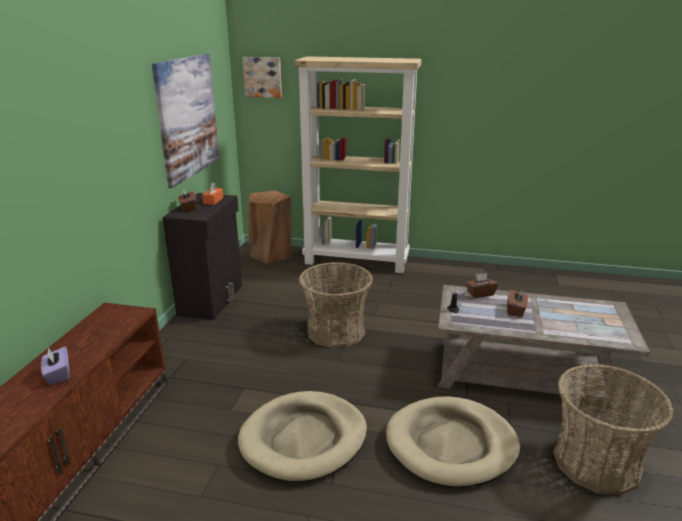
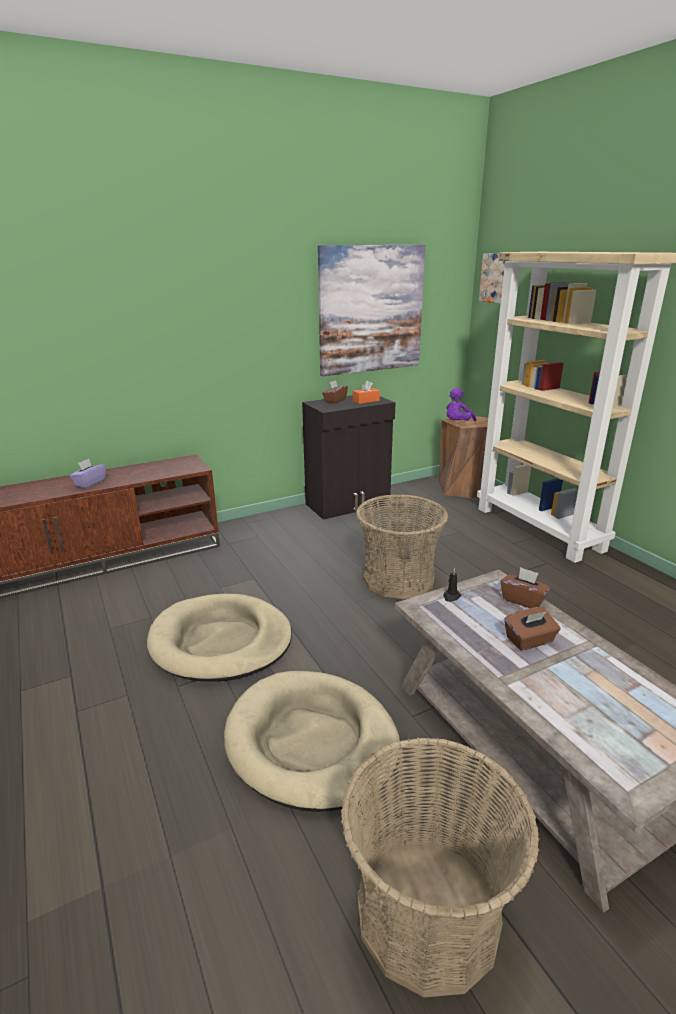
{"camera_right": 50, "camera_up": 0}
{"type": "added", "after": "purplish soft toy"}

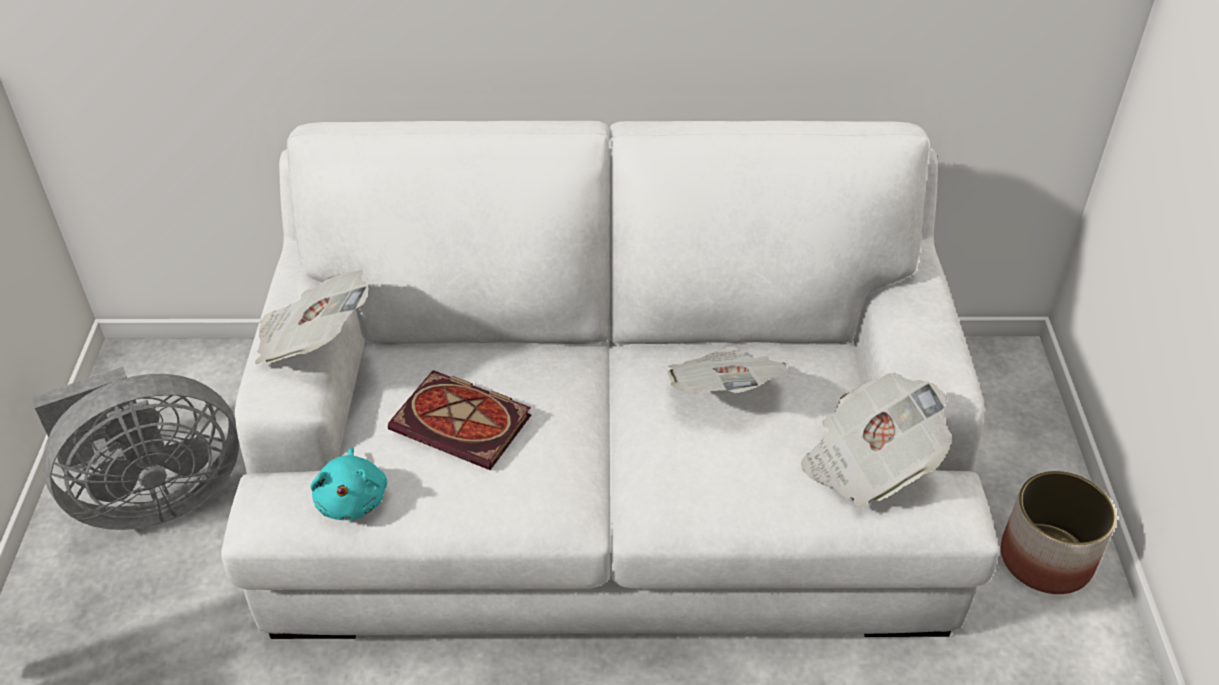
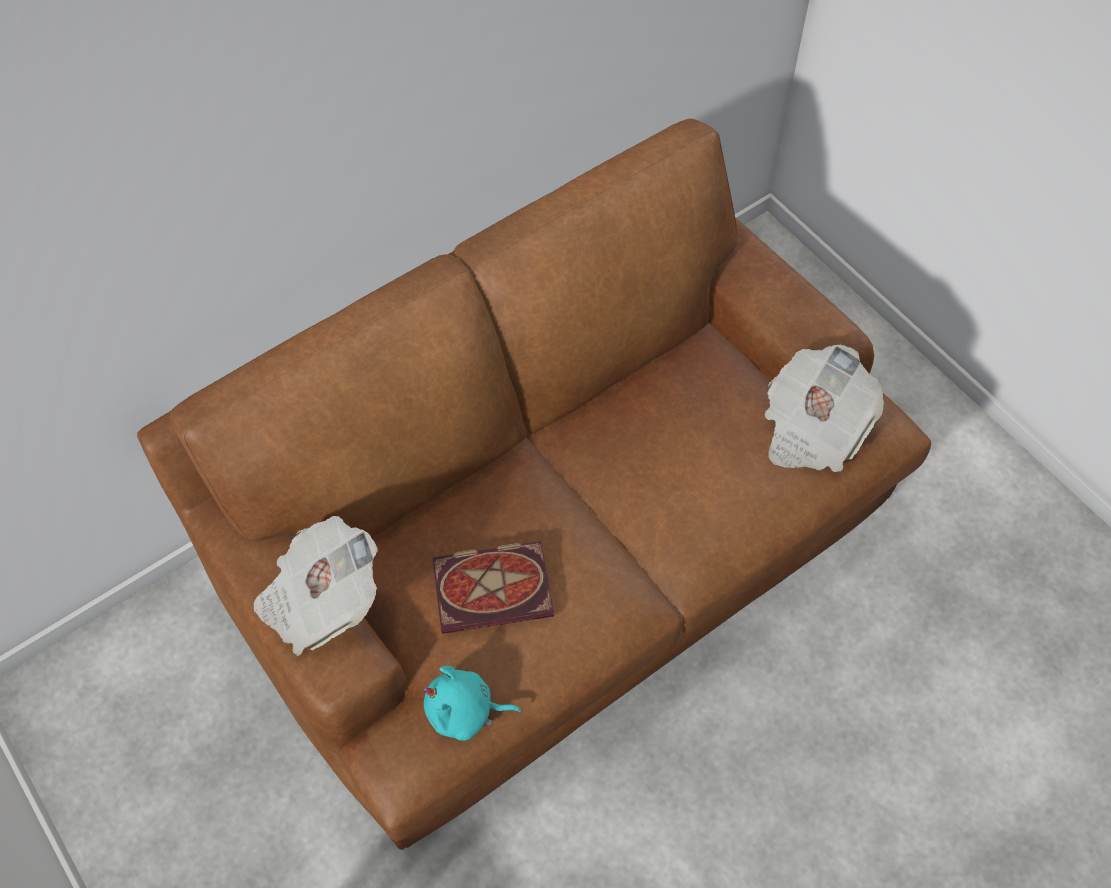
{"camera_right": -35, "camera_up": 15}
{"type": "removed", "before": "grey cooling fan"}
{"type": "removed", "before": "newspaper (2nd from left)"}
{"type": "removed", "before": "planter"}
{"type": "recoloured", "before": "white sofa", "after": "brown sofa"}
{"type": "turned", "before": "turquoise soft toy", "turn": 135}

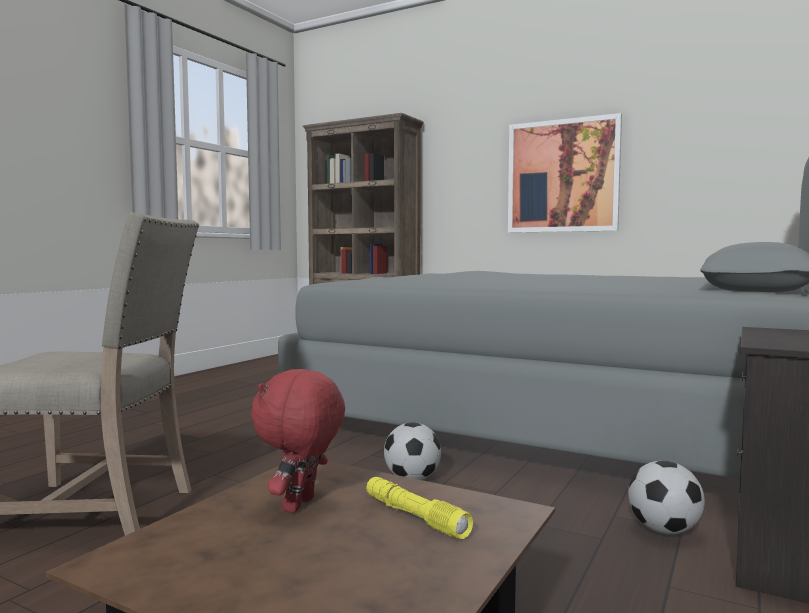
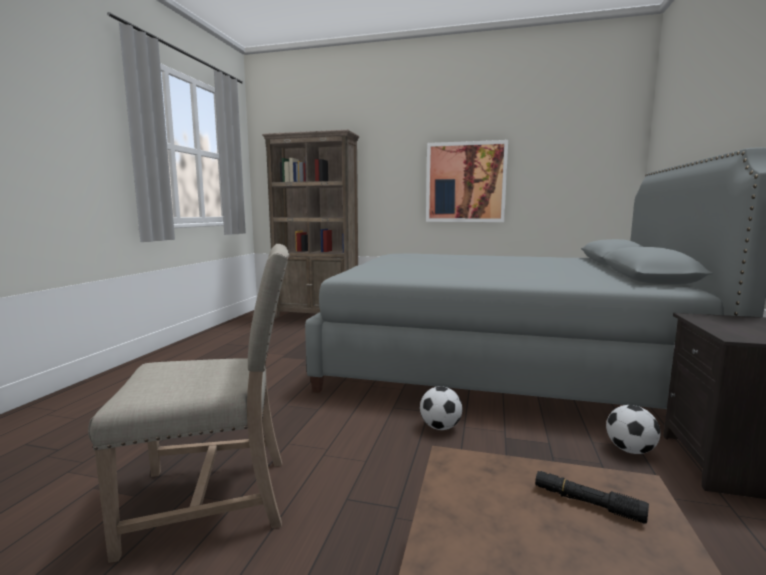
{"camera_right": -15, "camera_up": 5}
{"type": "removed", "before": "red-coloured soft toy"}
{"type": "recoloured", "before": "yellow hand torch", "after": "black hand torch"}

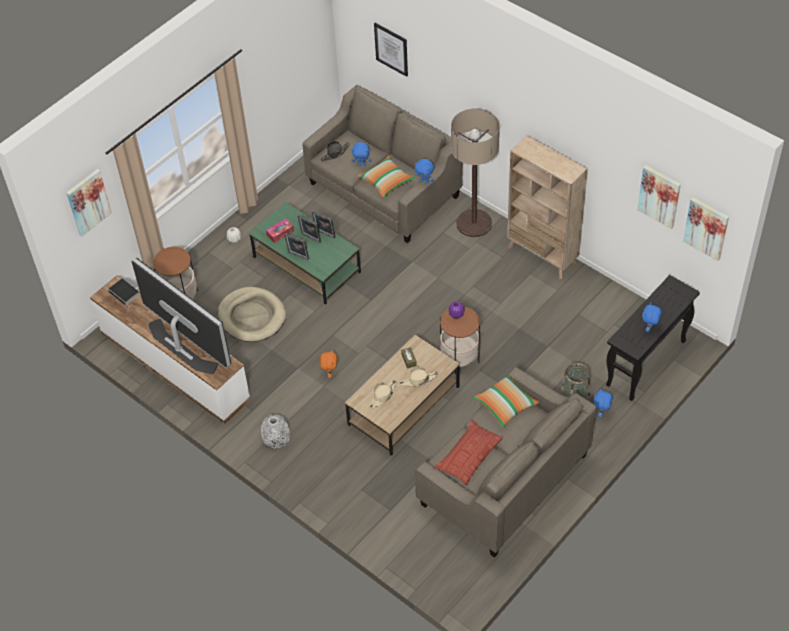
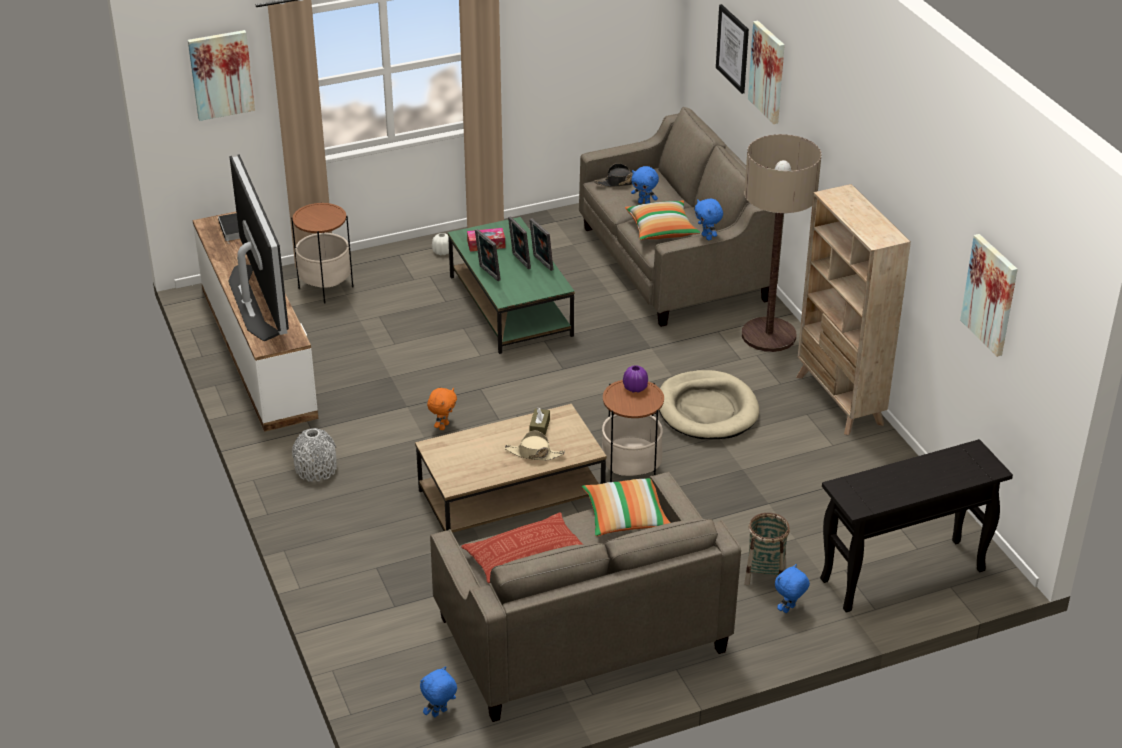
{"camera_right": 25, "camera_up": -15}
{"type": "removed", "before": "beige-coloured hat (1st from left)"}
{"type": "moved", "before": "beige-coloured pet bed"}
{"type": "moved", "before": "blue soft toy (4th from left in the first image)", "after": "blue soft toy (1st from left)"}
{"type": "moved", "before": "wall picture (4th from left in the first image)", "after": "wall picture (3rd from left)"}

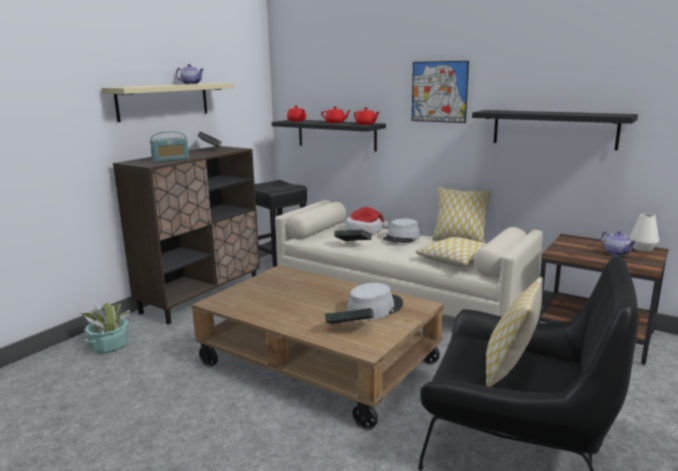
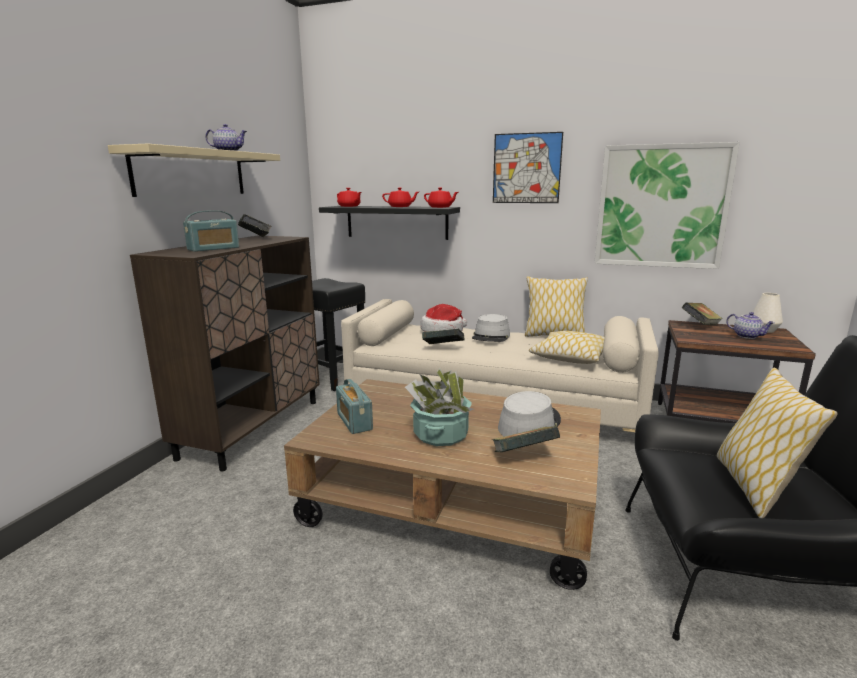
{"camera_right": -15, "camera_up": 0}
{"type": "added", "after": "radio set (2nd from left)"}
{"type": "added", "after": "book (4th from left)"}
{"type": "moved", "before": "plant in a pot"}
{"type": "replaced", "before": "black bracket shelf (2nd from left)", "after": "wall picture (2nd from left)"}

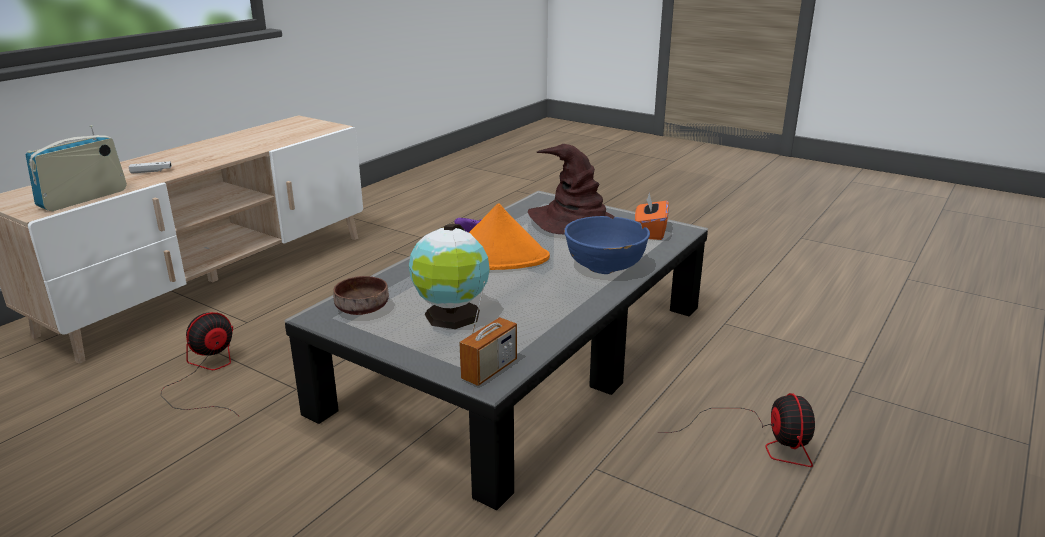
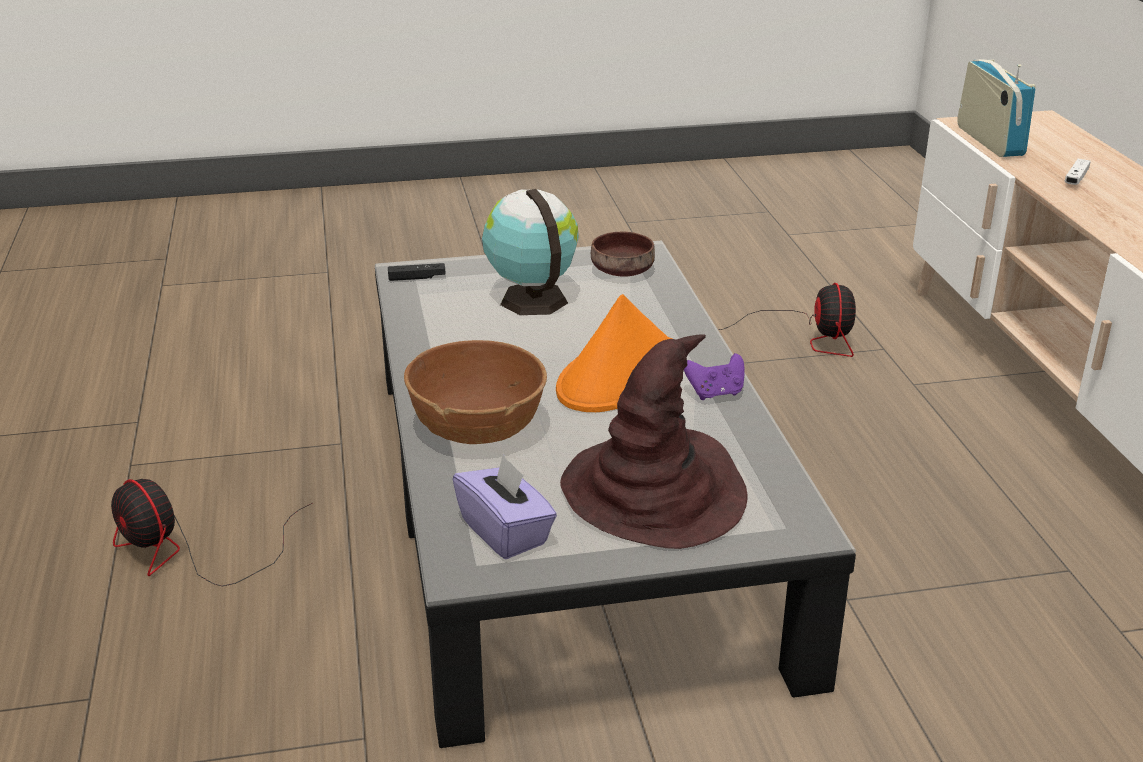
{"camera_right": 135, "camera_up": 5}
{"type": "replaced", "before": "radio set (2nd from left)", "after": "black gamepad"}
{"type": "recoloured", "before": "blue deep dish", "after": "brown deep dish (1st from left)"}
{"type": "recoloured", "before": "orangey tissue holder", "after": "purplish tissue holder"}

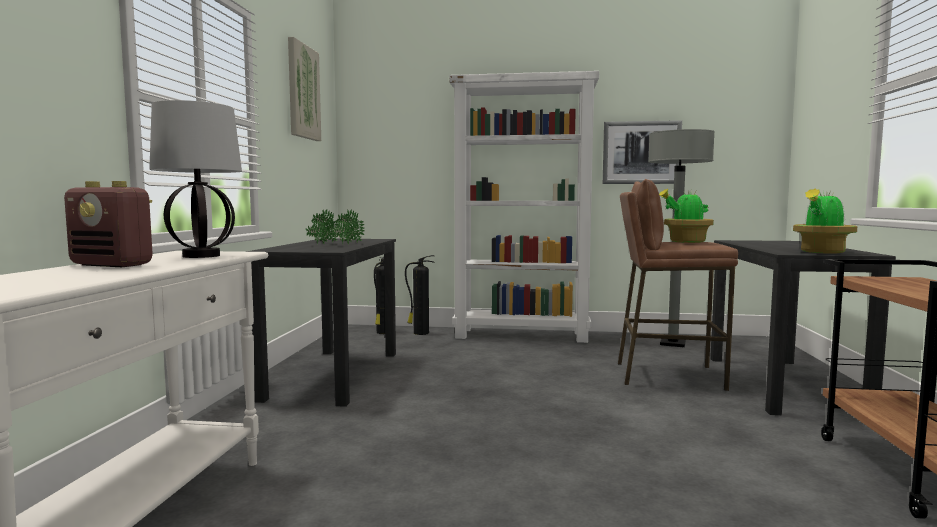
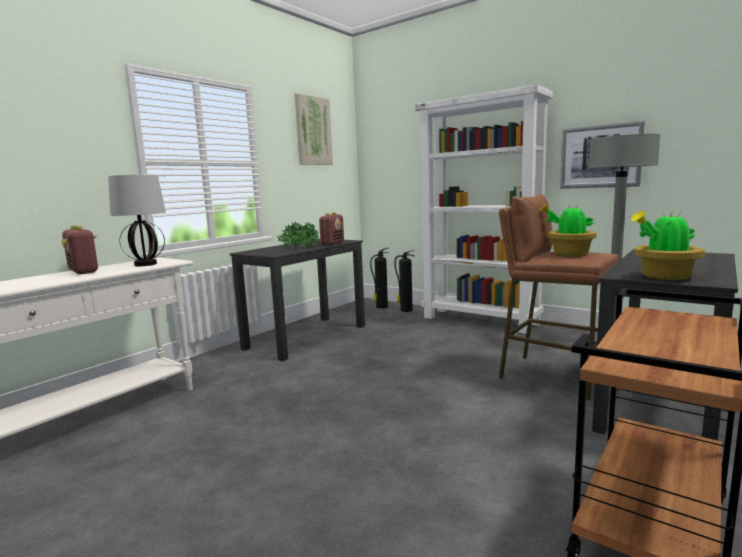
{"camera_right": 30, "camera_up": 5}
{"type": "added", "after": "radio set (2nd from left)"}

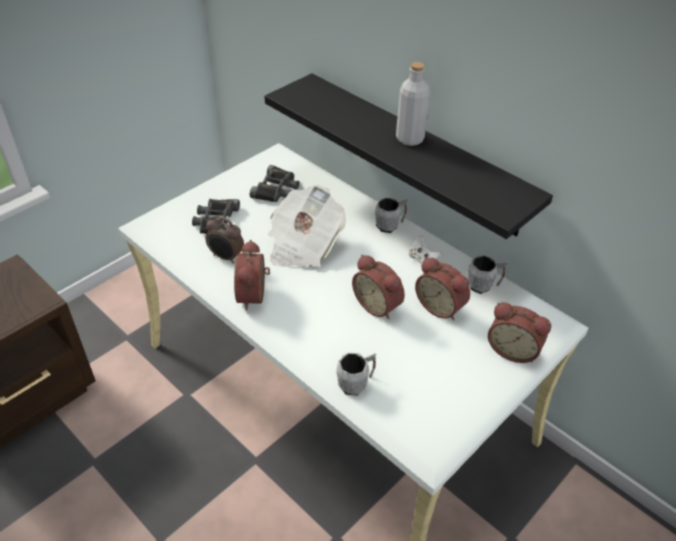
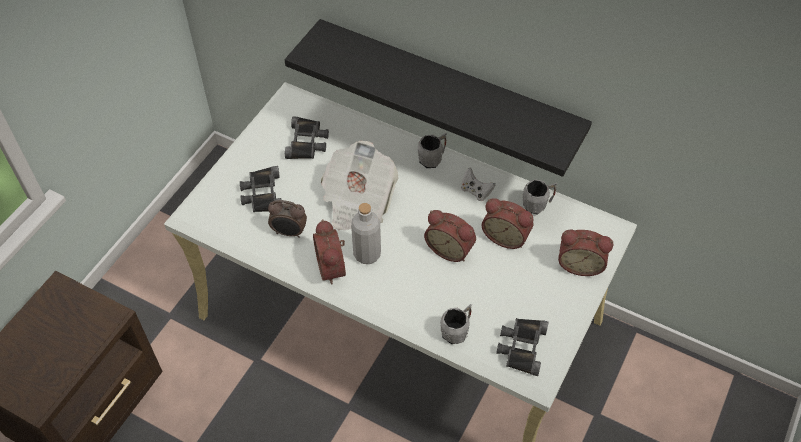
{"camera_right": -15, "camera_up": 10}
{"type": "added", "after": "black pair of binoculars (3rd from left)"}
{"type": "moved", "before": "grey drink bottle"}

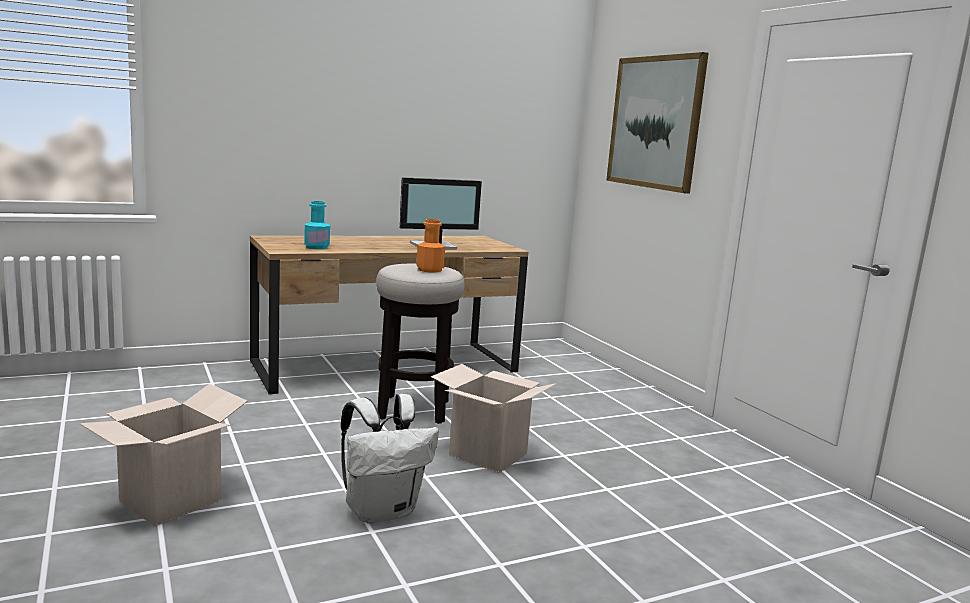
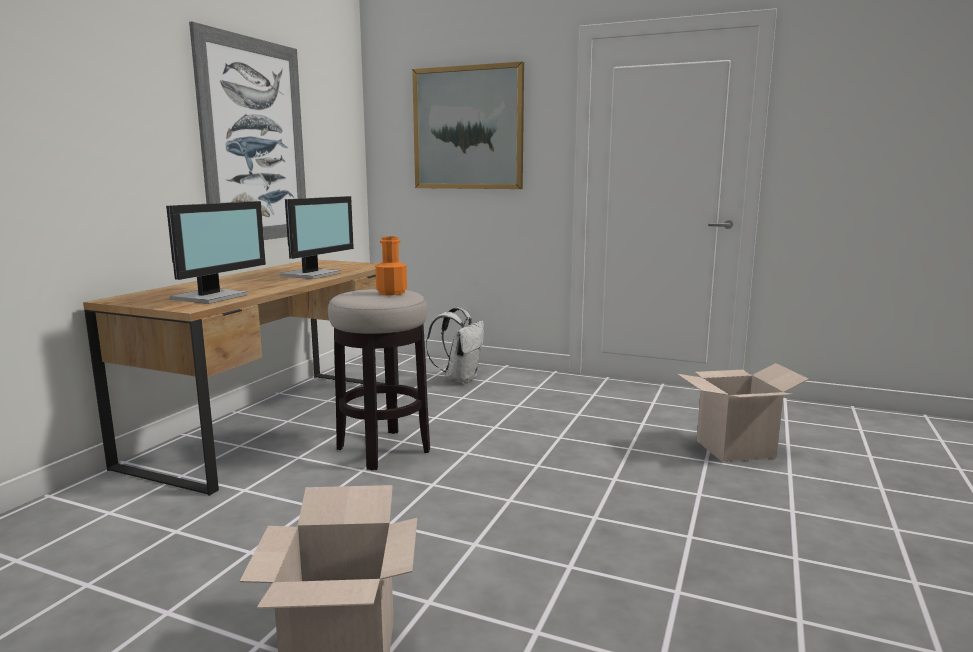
{"camera_right": -40, "camera_up": 0}
{"type": "added", "after": "wall picture (1st from left)"}
{"type": "moved", "before": "white rucksack"}
{"type": "moved", "before": "cardboard box (2nd from left)"}
{"type": "replaced", "before": "turquoise drink bottle", "after": "computer screen (1st from left)"}

